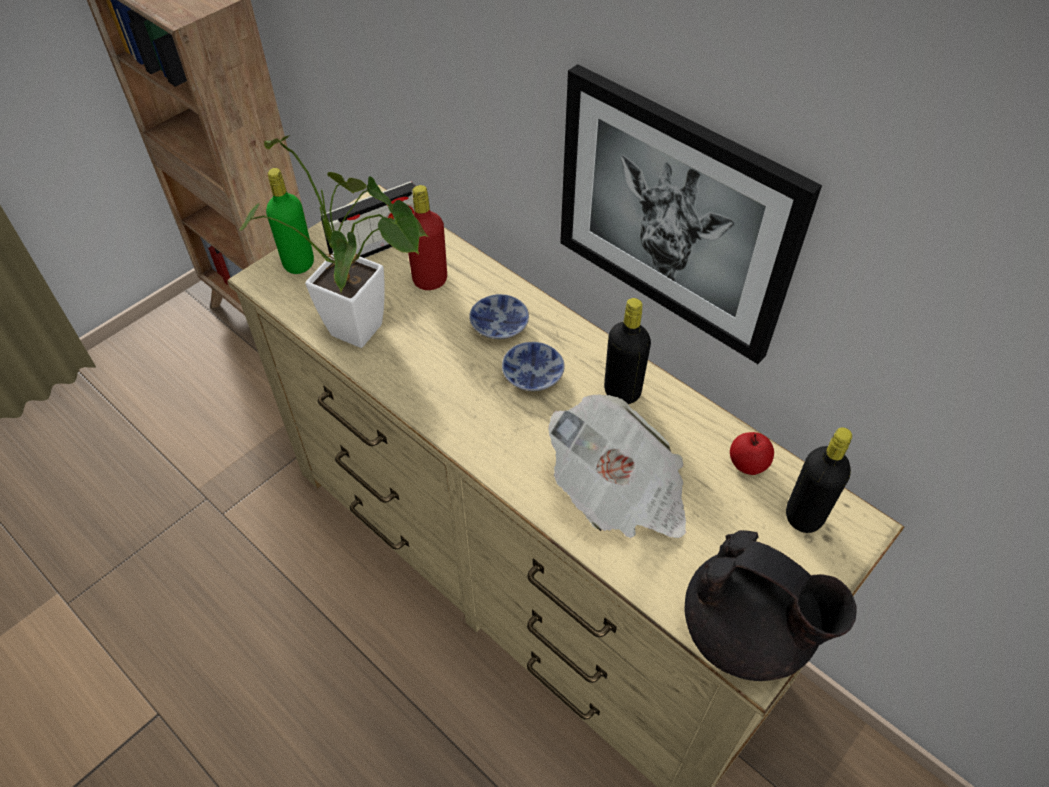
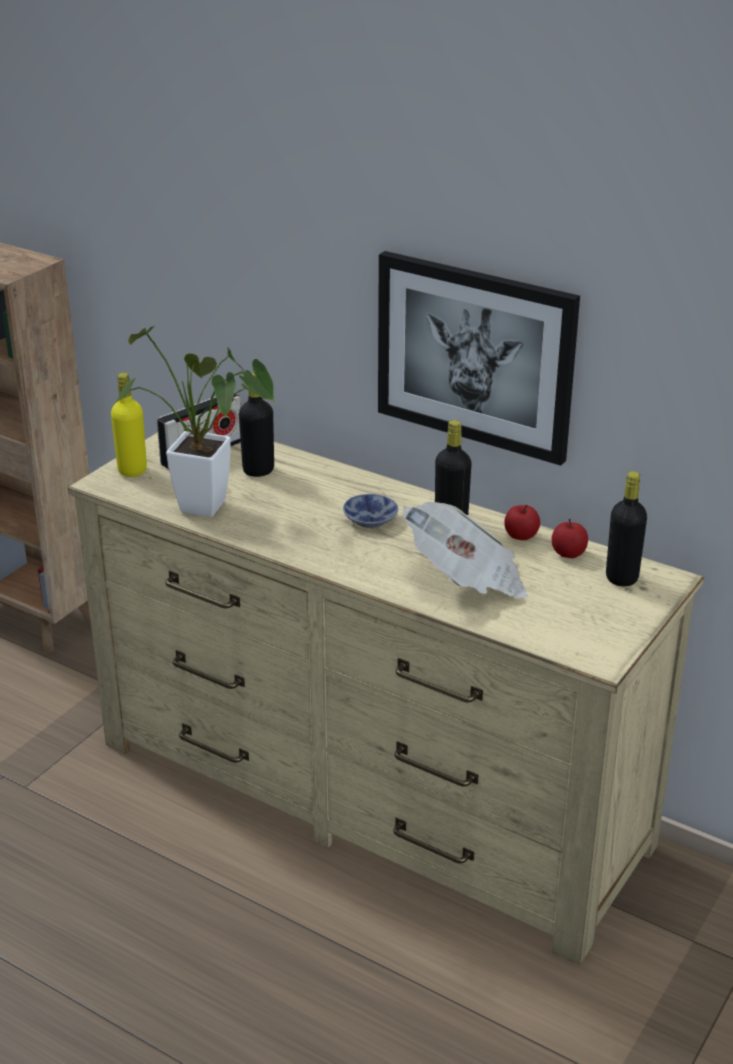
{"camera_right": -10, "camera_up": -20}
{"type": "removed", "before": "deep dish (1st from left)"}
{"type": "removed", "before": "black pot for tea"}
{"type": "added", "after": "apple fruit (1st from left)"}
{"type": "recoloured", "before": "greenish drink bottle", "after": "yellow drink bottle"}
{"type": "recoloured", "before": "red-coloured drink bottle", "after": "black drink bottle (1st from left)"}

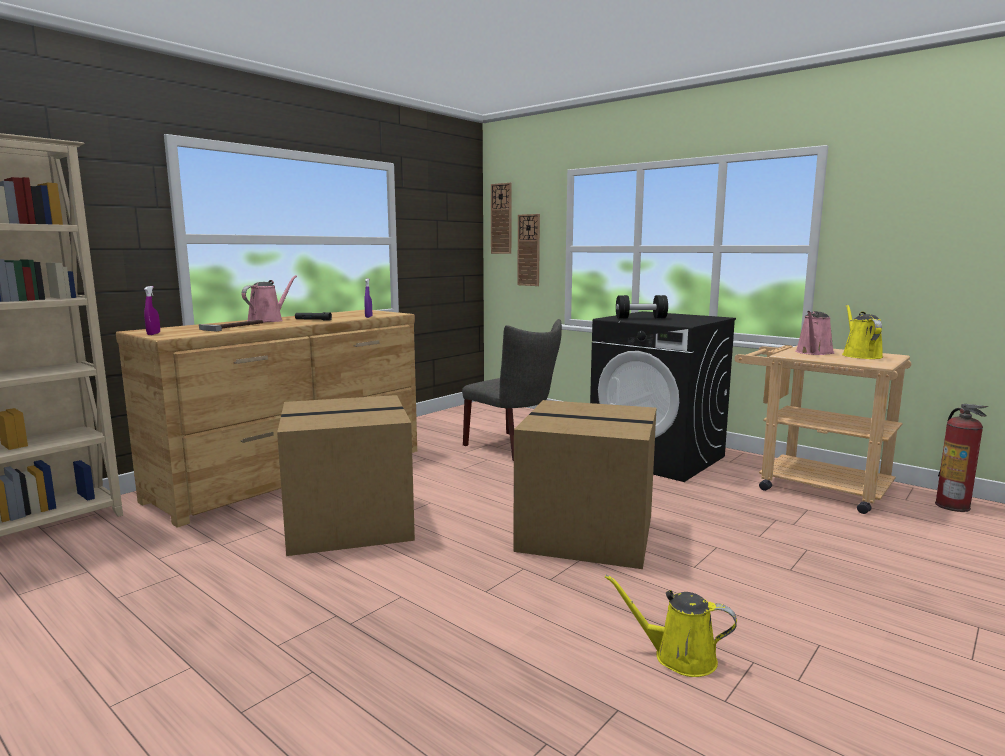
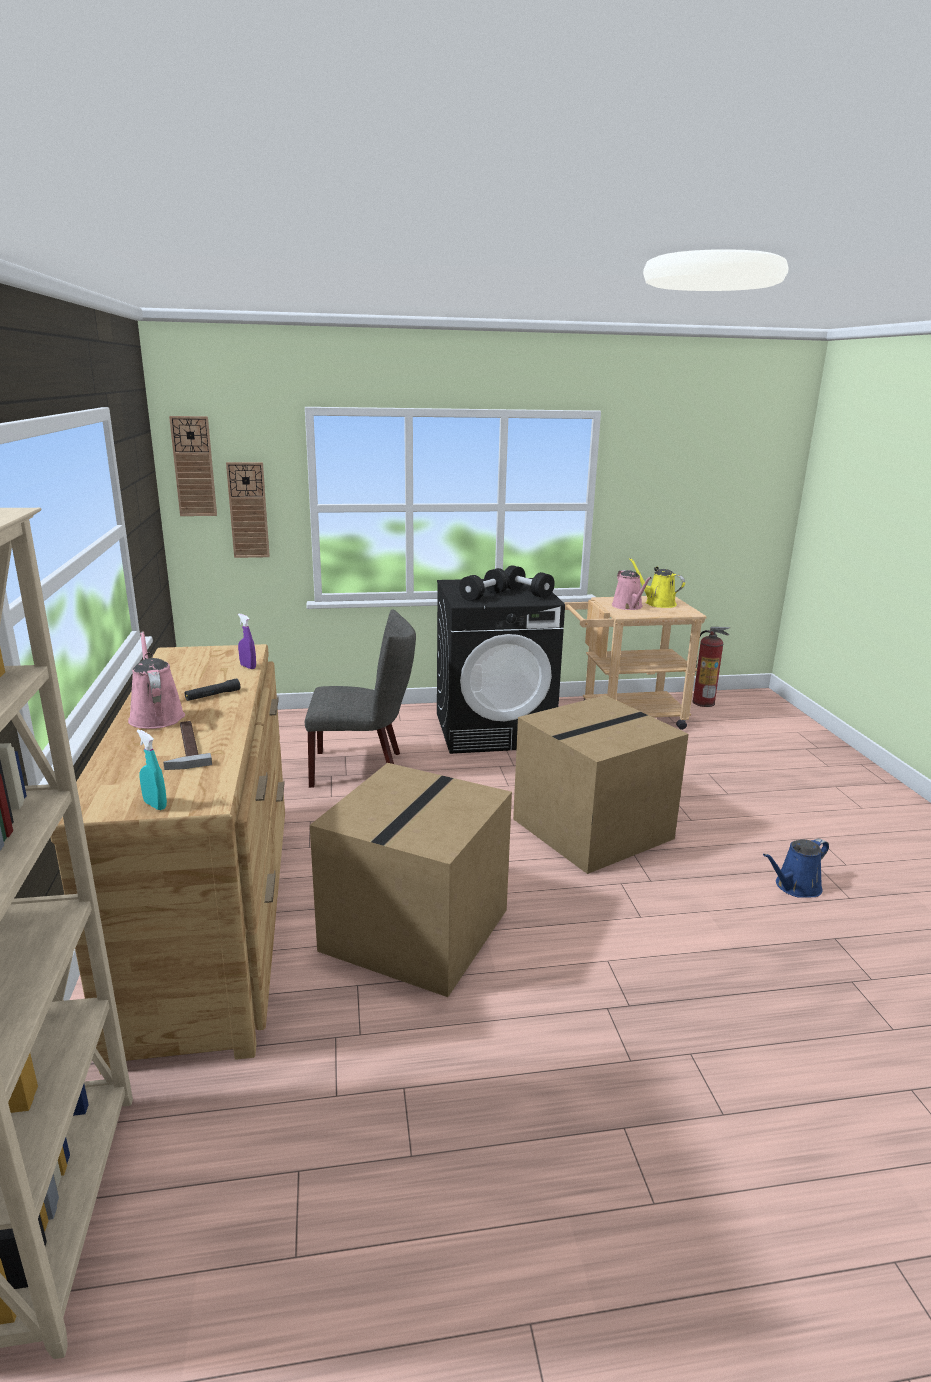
{"camera_right": -50, "camera_up": 10}
{"type": "added", "after": "black hand weight (2nd from left)"}
{"type": "recoloured", "before": "purplish hand sprayer (1st from left)", "after": "turquoise hand sprayer"}
{"type": "recoloured", "before": "yellow sprinkling can (1st from left)", "after": "blue sprinkling can"}

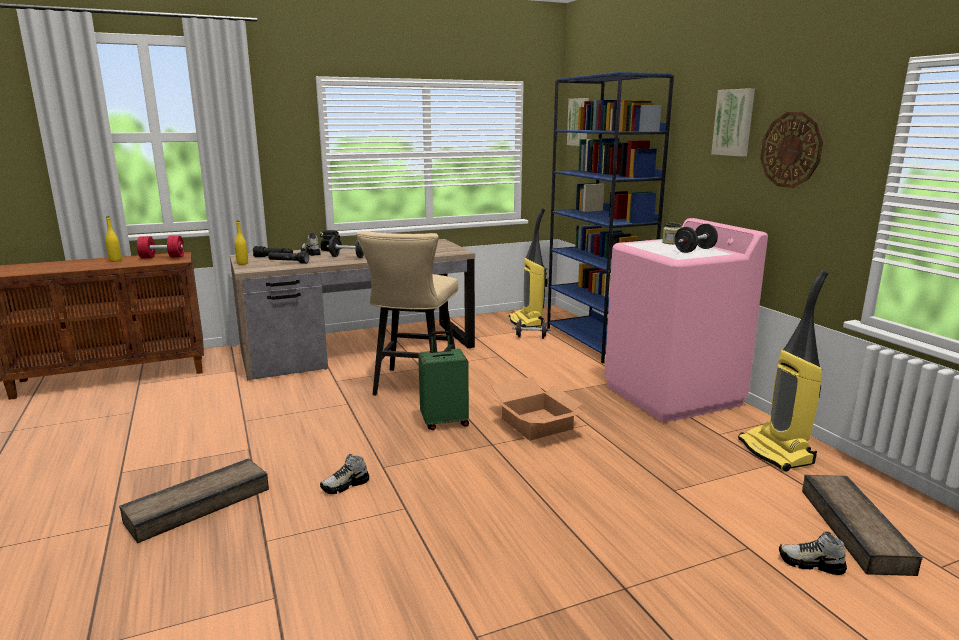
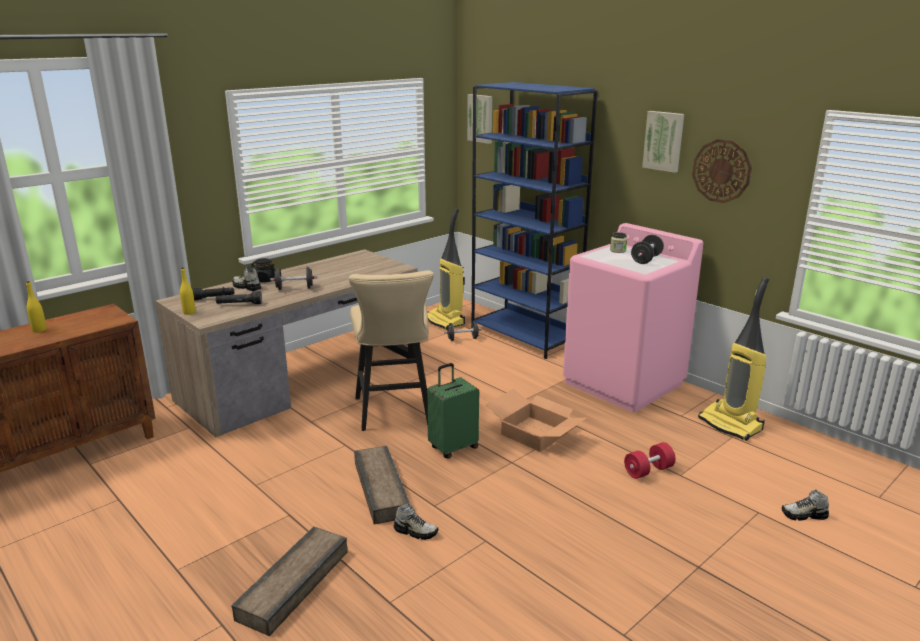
{"camera_right": -20, "camera_up": 5}
{"type": "moved", "before": "red-coloured hand weight"}
{"type": "moved", "before": "crate (2nd from left)"}
{"type": "turned", "before": "shoe (2nd from left)", "turn": -105}

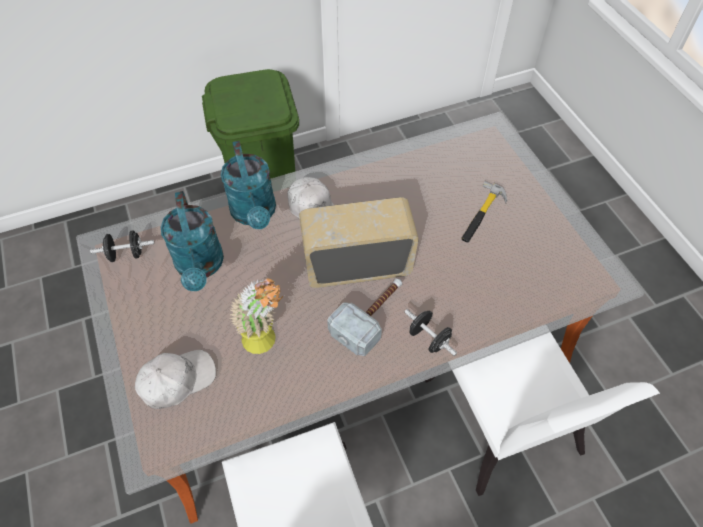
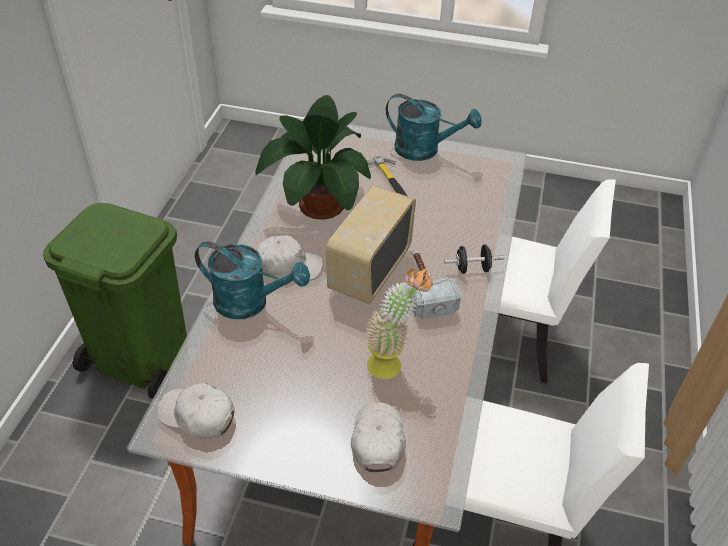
{"camera_right": -55, "camera_up": -10}
{"type": "added", "after": "plant in a pot (1st from left)"}
{"type": "moved", "before": "turquoise sprinkling can (1st from left in the first image)", "after": "turquoise sprinkling can (2nd from left)"}
{"type": "replaced", "before": "black hand weight (1st from left)", "after": "white cap (1st from left)"}

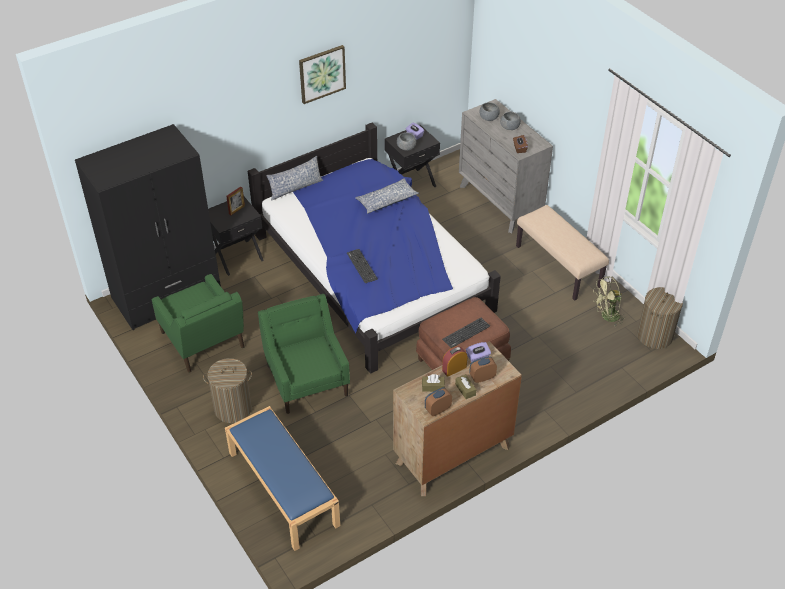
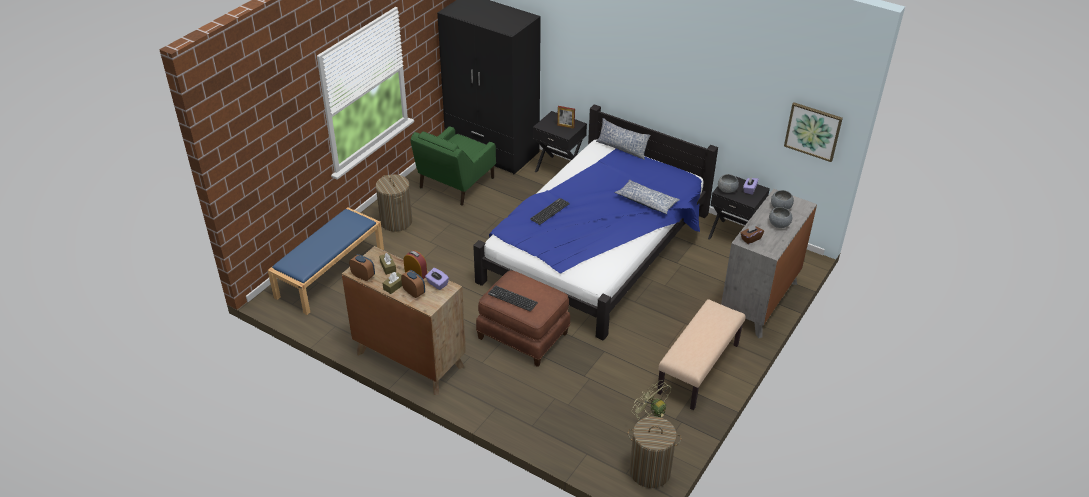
{"camera_right": 65, "camera_up": -5}
{"type": "removed", "before": "greenish lounge chair (2nd from left)"}
{"type": "moved", "before": "wall picture"}

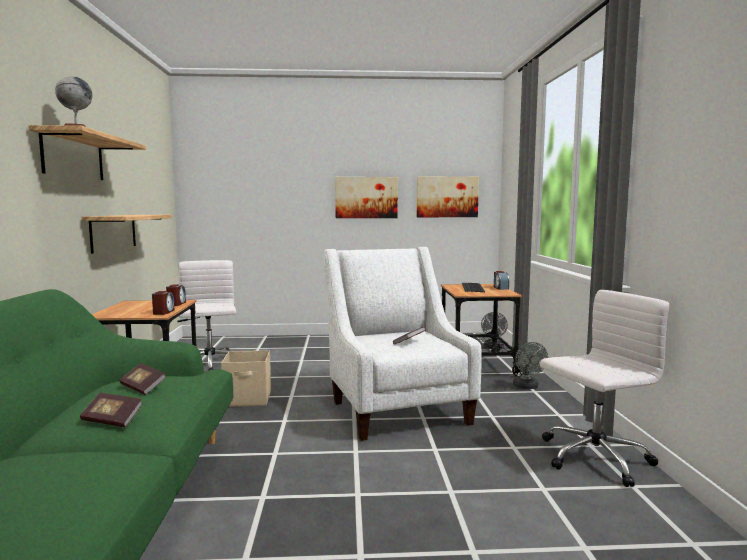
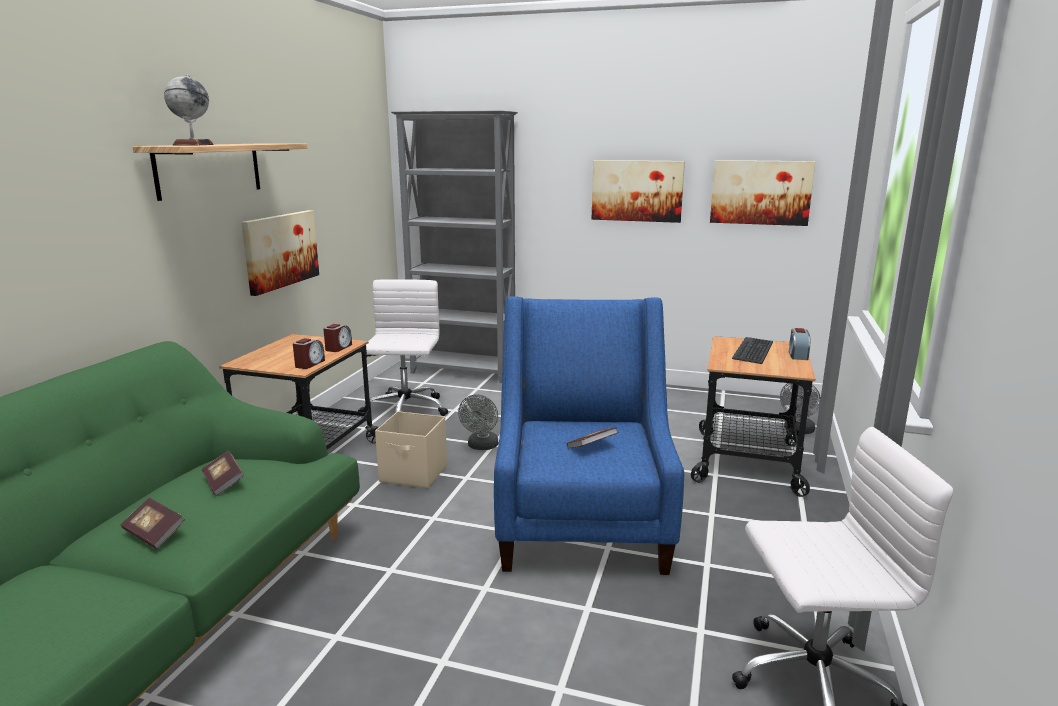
{"camera_right": 20, "camera_up": 10}
{"type": "added", "after": "grey bookshelf"}
{"type": "moved", "before": "grey cooling fan (2nd from left in the first image)", "after": "grey cooling fan (1st from left)"}
{"type": "replaced", "before": "bracket shelf (2nd from left)", "after": "wall picture (1st from left)"}
{"type": "recoloured", "before": "white lounge chair", "after": "blue lounge chair"}

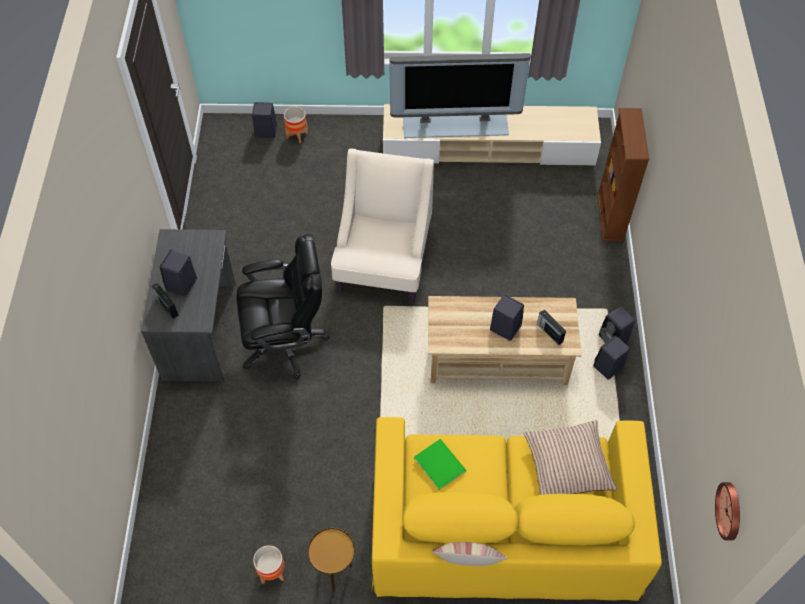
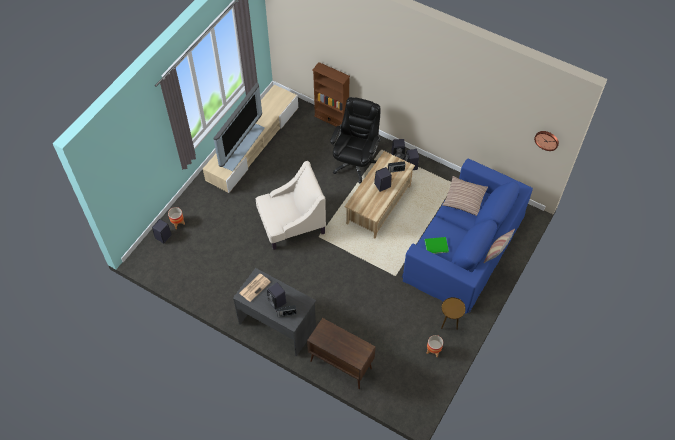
{"camera_right": -60, "camera_up": 0}
{"type": "added", "after": "newspaper"}
{"type": "added", "after": "brown storage cabinet"}
{"type": "moved", "before": "black computer chair"}
{"type": "recoloured", "before": "yellow sofa", "after": "blue sofa"}
{"type": "turned", "before": "beige-coloured lounge chair", "turn": 120}

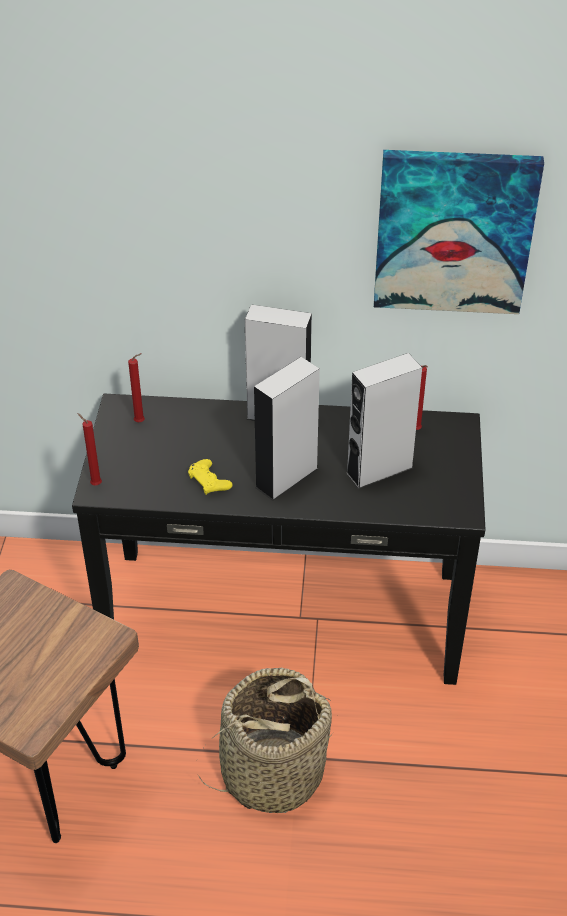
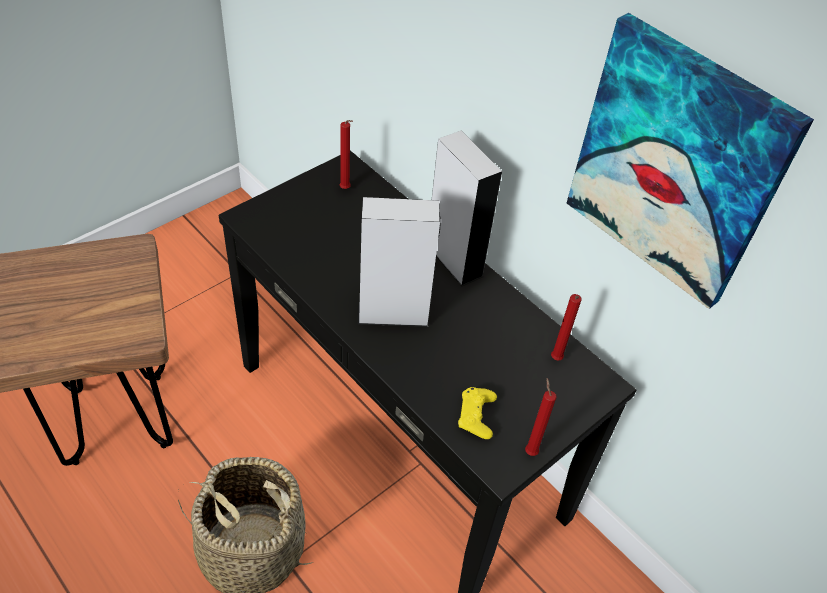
{"camera_right": 40, "camera_up": 5}
{"type": "removed", "before": "grey loudspeaker (3rd from left)"}
{"type": "moved", "before": "red-coloured wax candle (1st from left in the first image)", "after": "red-coloured wax candle (2nd from left)"}
{"type": "moved", "before": "yellow gamepad"}

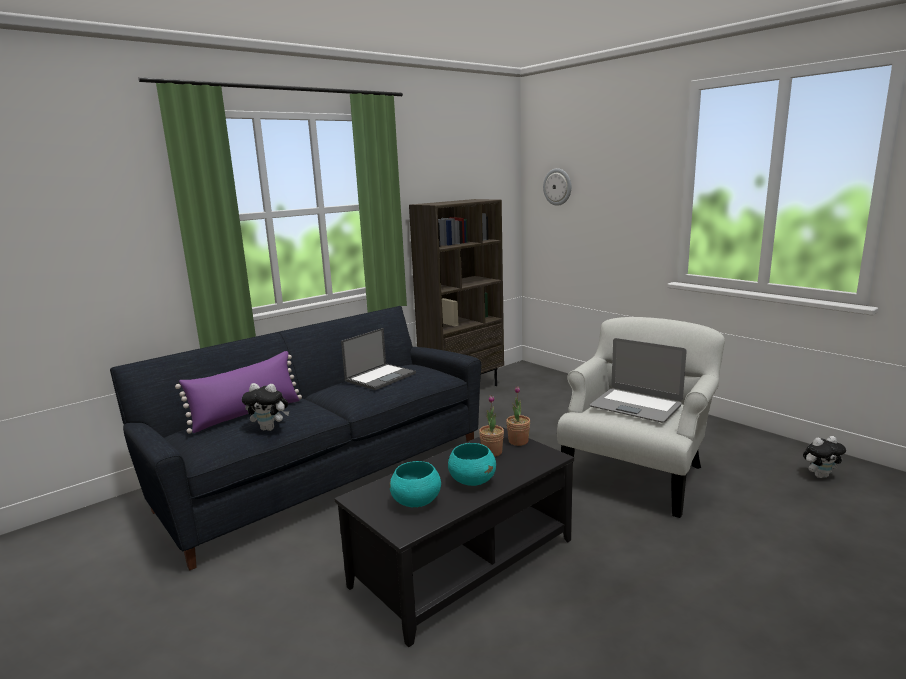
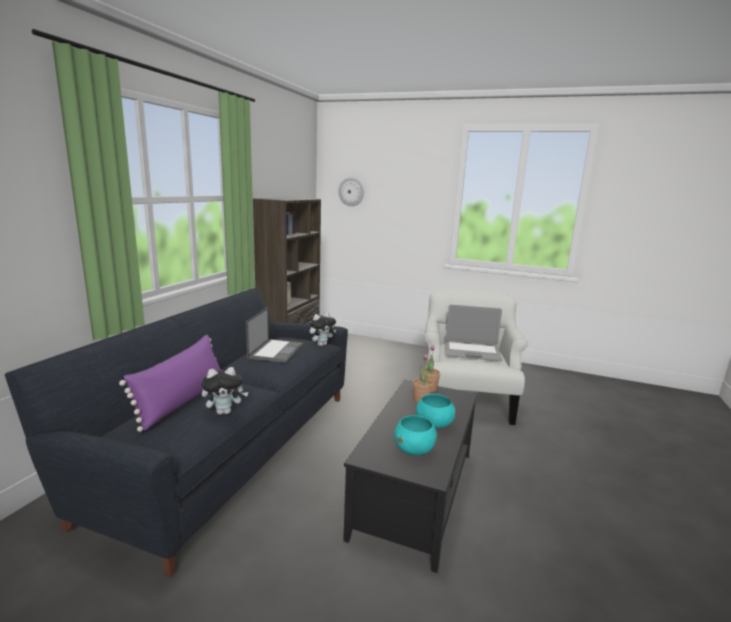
{"camera_right": -30, "camera_up": 0}
{"type": "moved", "before": "soft toy (2nd from left)"}

